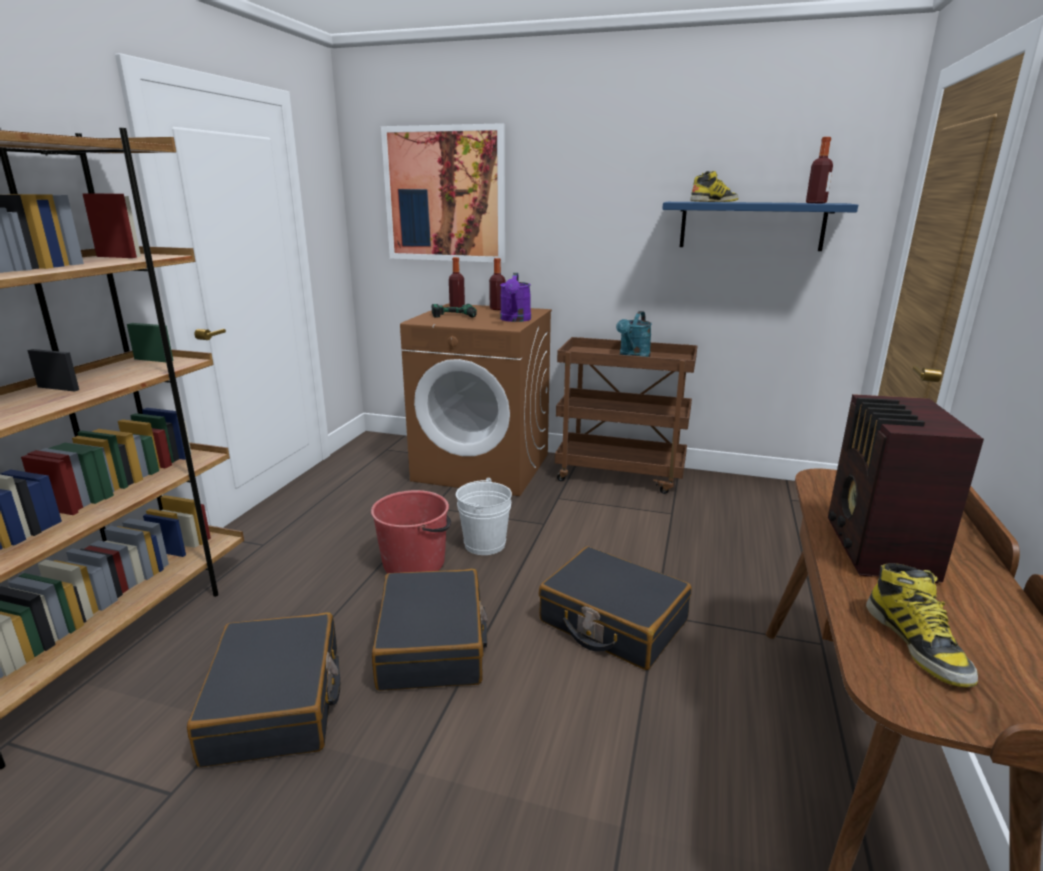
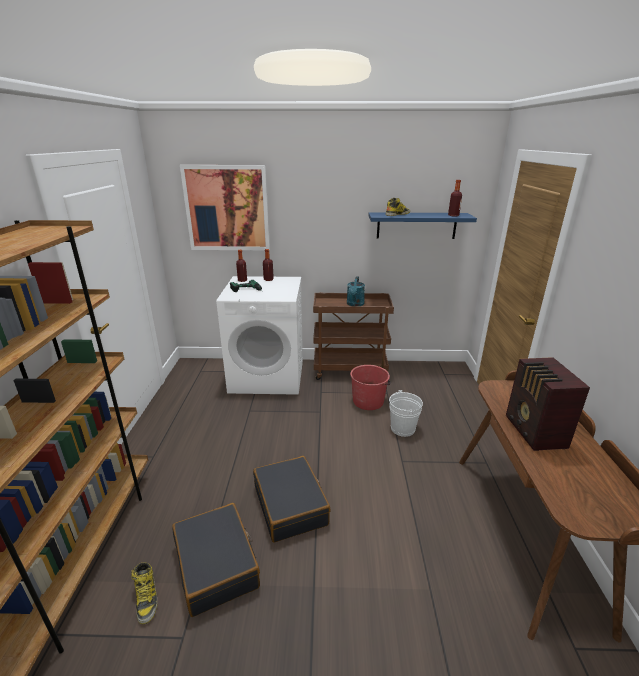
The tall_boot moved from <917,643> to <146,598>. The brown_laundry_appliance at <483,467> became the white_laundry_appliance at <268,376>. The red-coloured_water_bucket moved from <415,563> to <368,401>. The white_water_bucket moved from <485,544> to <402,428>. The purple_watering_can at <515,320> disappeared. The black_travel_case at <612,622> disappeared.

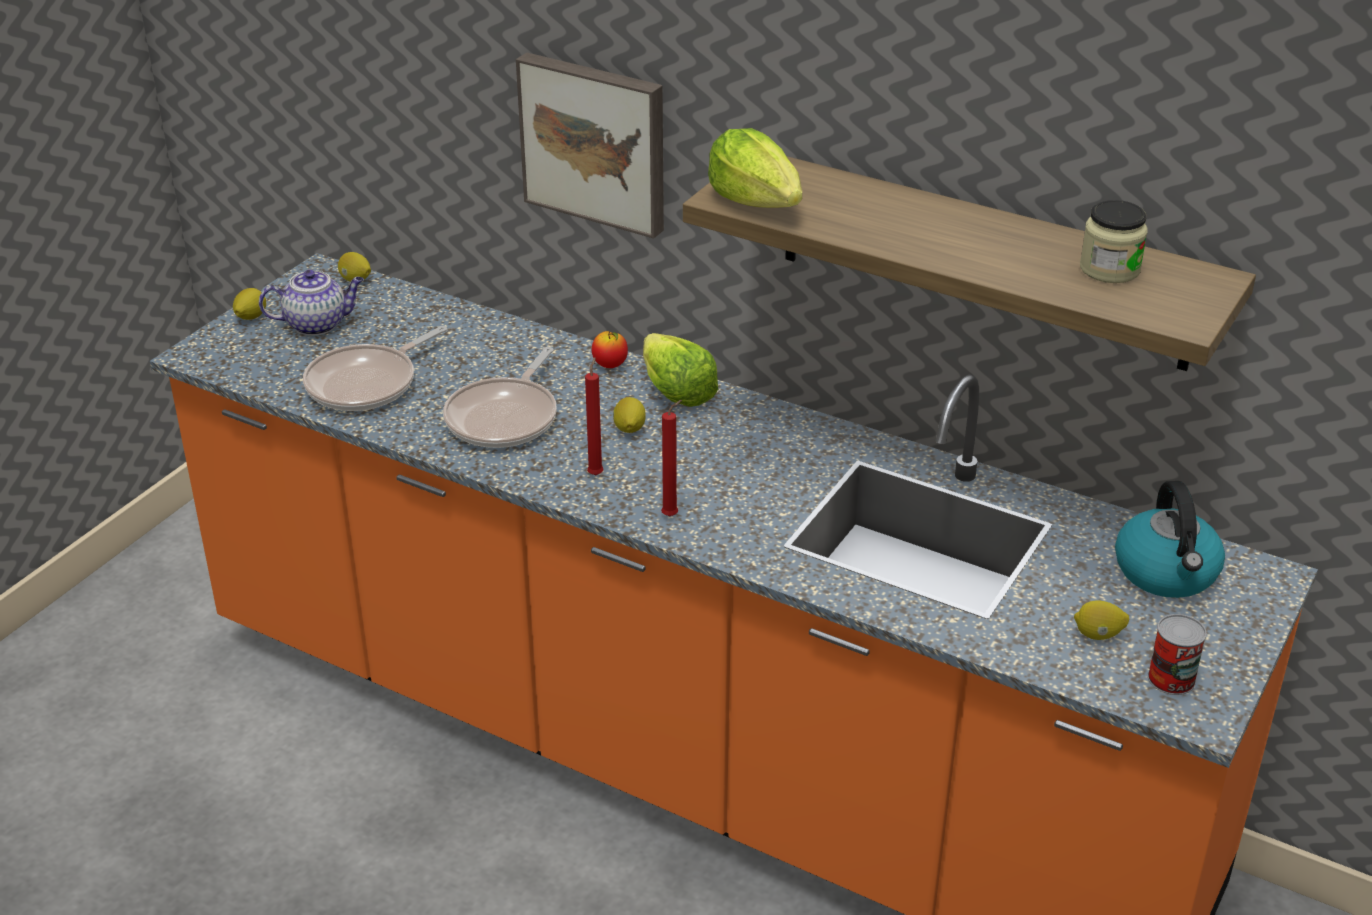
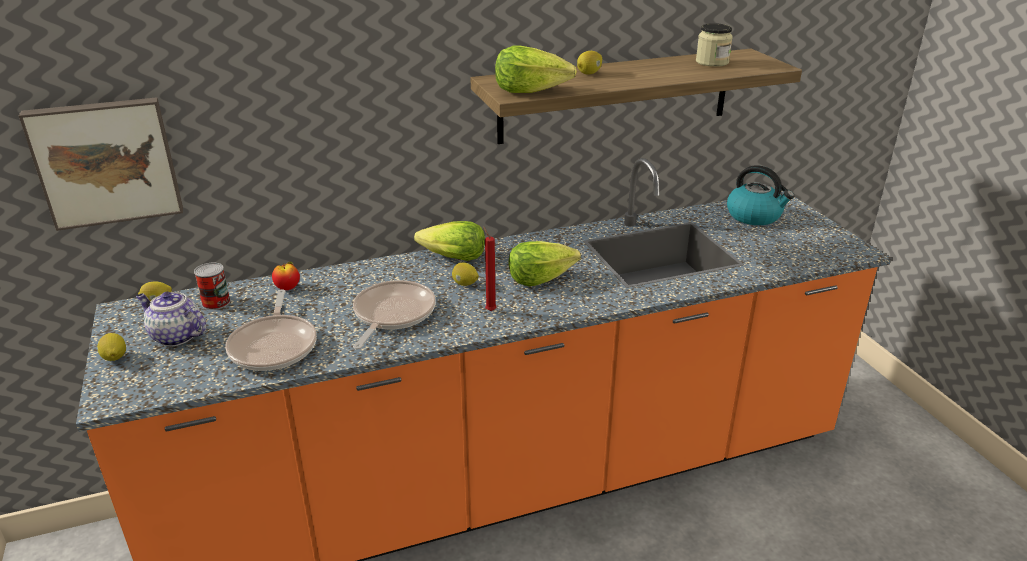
The wall_picture moved from <595,142> to <106,161>. The tea_pot at <317,324> turned 90 degrees counterclockwise. The sealed_can moved from <1171,678> to <216,302>. The apple moved from <610,365> to <288,288>. The pan at <505,417> turned 135 degrees counterclockwise. The lettuce_head at <540,278> appeared. The lemon moved from <1098,635> to <589,73>. The red-coloured_candle at <672,515> disappeared.

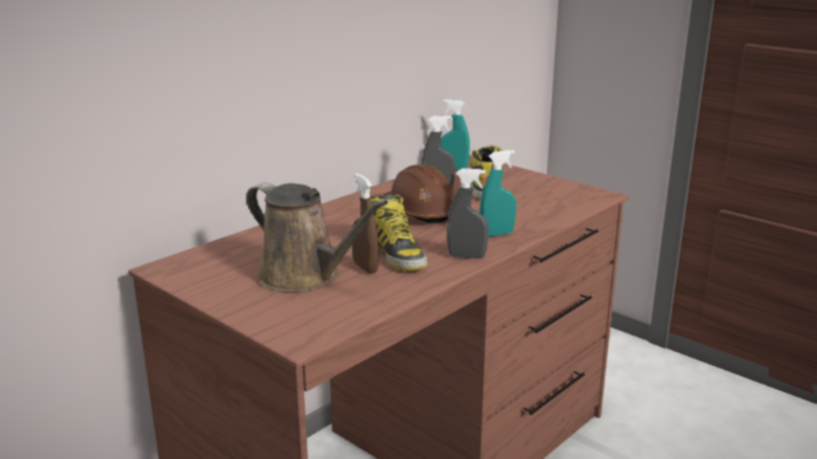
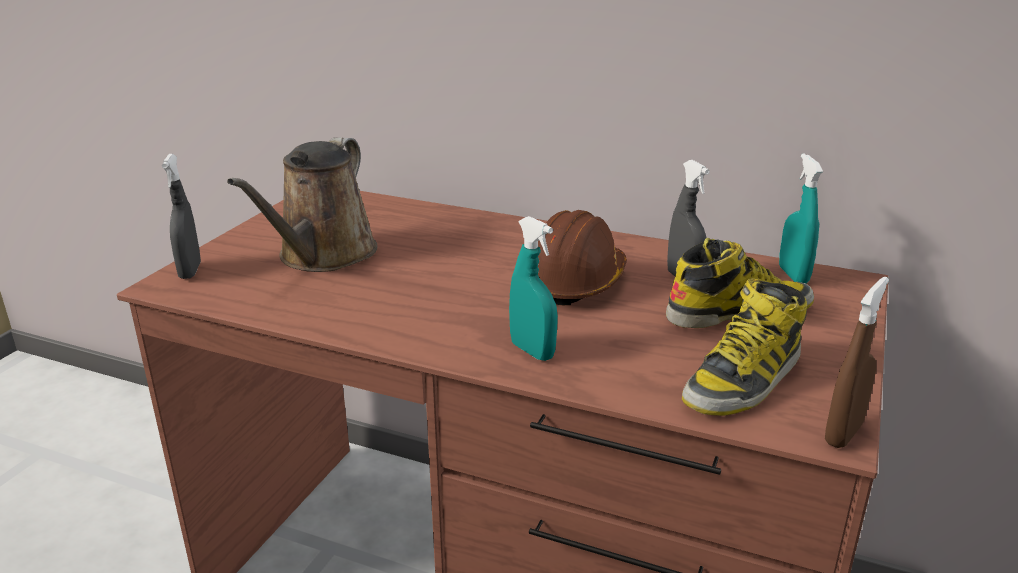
The gray_sprayer moved from <466,256> to <190,271>. The tall_boot moved from <395,253> to <743,380>. The brown_sprayer moved from <365,267> to <843,433>.

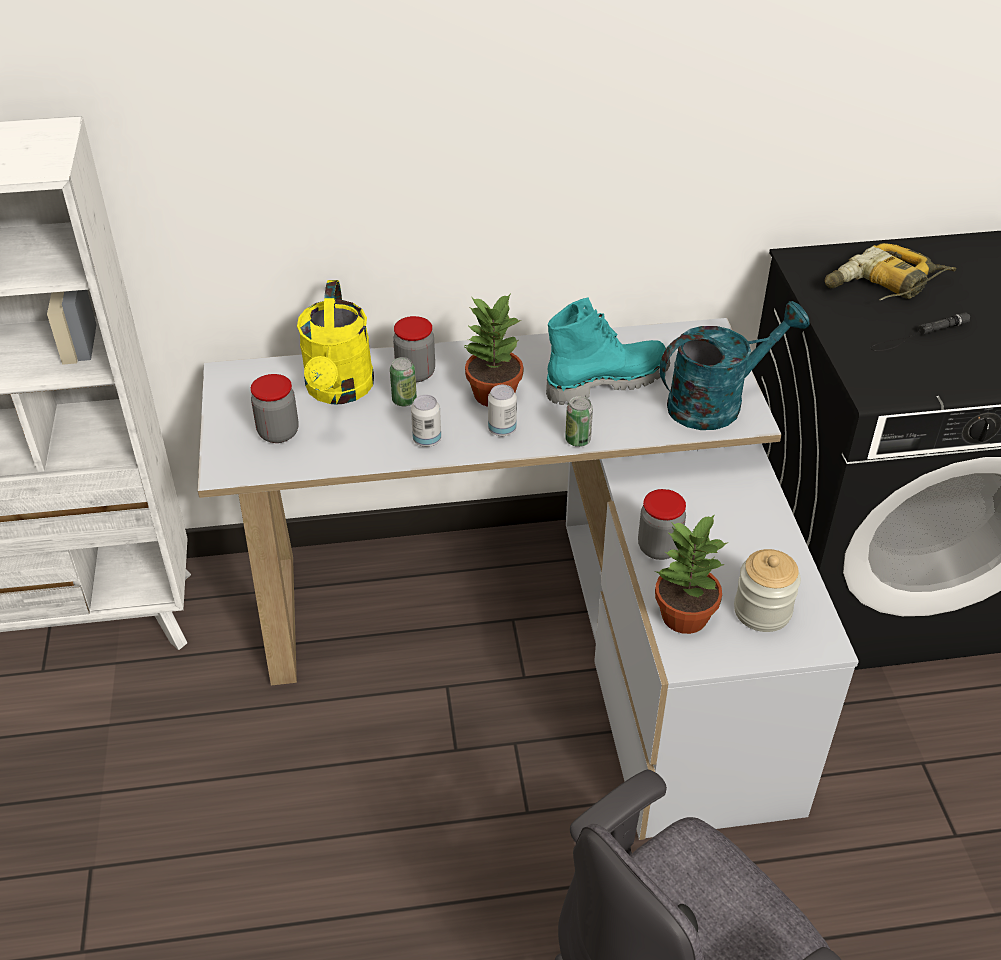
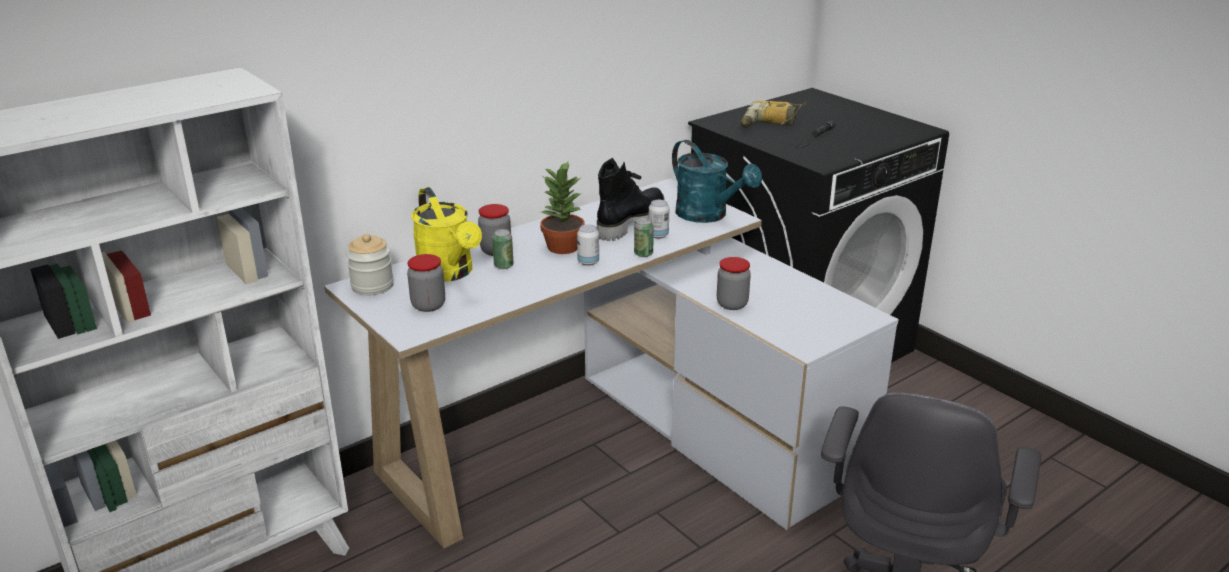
The preserve_jar moved from <762,611> to <372,286>. The turquoise_tall_boot at <606,381> became the black_tall_boot at <629,223>. The sealed_can moved from <427,440> to <658,235>. The turquoise_watering_can at <717,402> turned 105 degrees clockwise. The plant_in_a_pot at <683,616> disappeared.

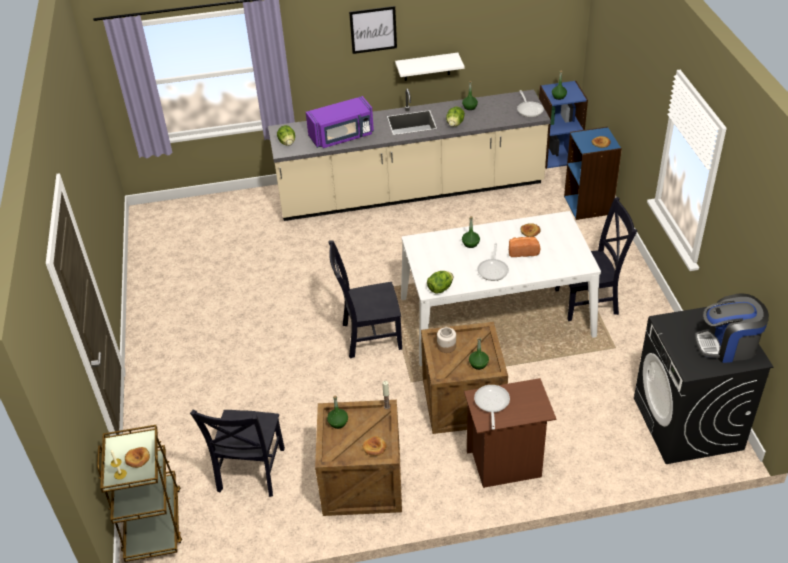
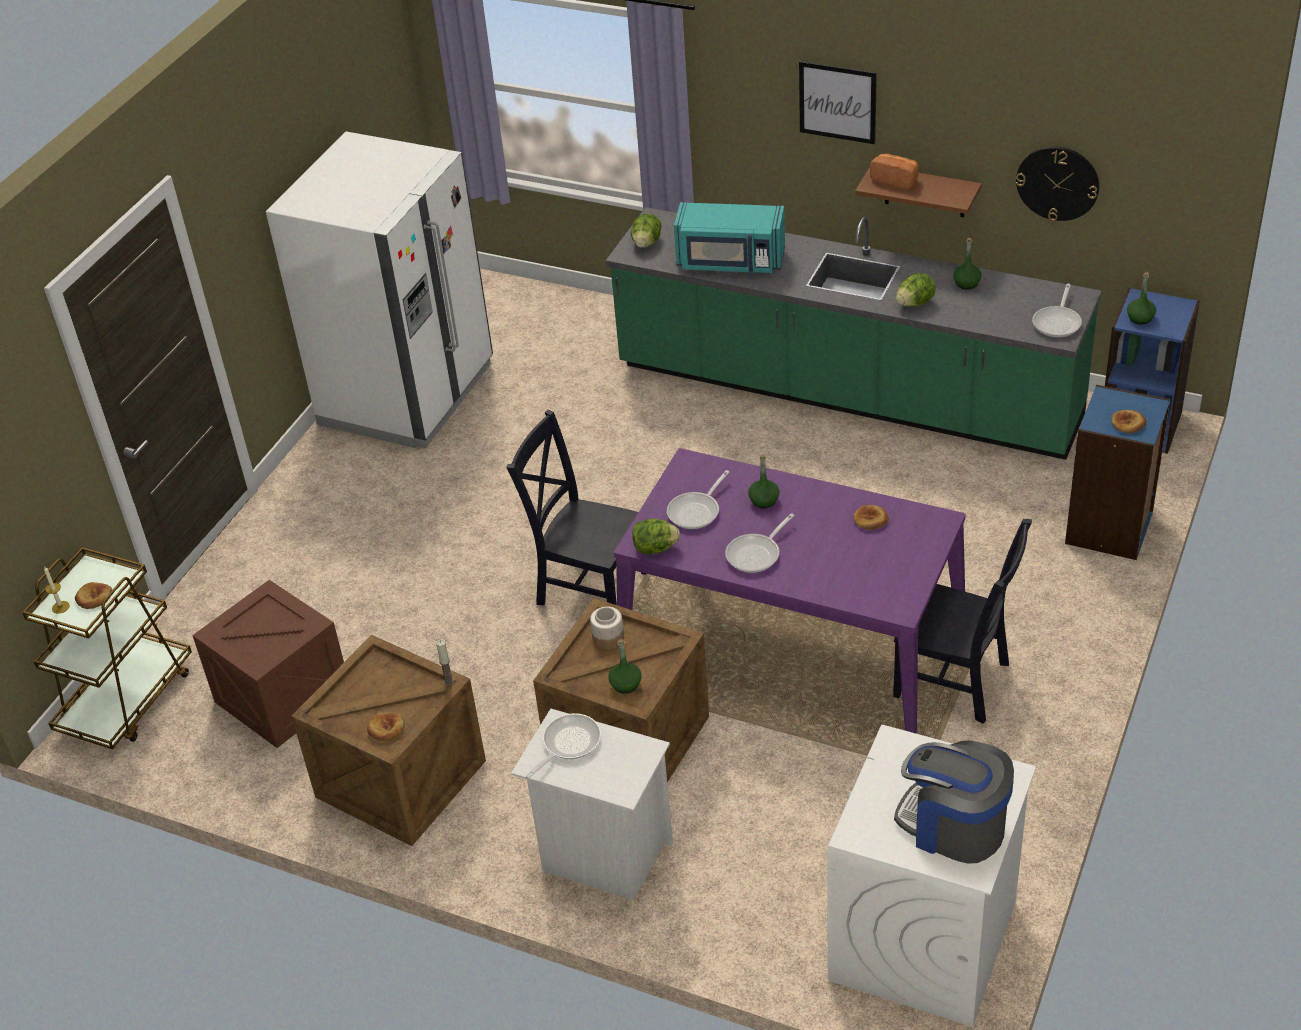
The black_plain_chair at <250,472> was replaced by the shipping_crate at <282,696>. The white_refrigerator at <407,394> appeared. The brown_nightstand at <505,464> became the white_nightstand at <602,856>. The sand-coloured_counter at <411,192> became the greenish_counter at <846,394>. The white_dining_table at <496,316> became the purple_dining_table at <792,639>. The pan at <697,511> appeared. The purple_microwave_oven at <342,136> became the turquoise_microwave_oven at <730,261>. The black_laundry_appliance at <688,424> became the white_laundry_appliance at <923,941>. The white_shelf at <426,67> became the brown_shelf at <925,191>. The baked_bread moved from <523,251> to <896,179>. The wall_clock at <1057,183> appeared. The greenish_bottle at <338,422> disappeared.

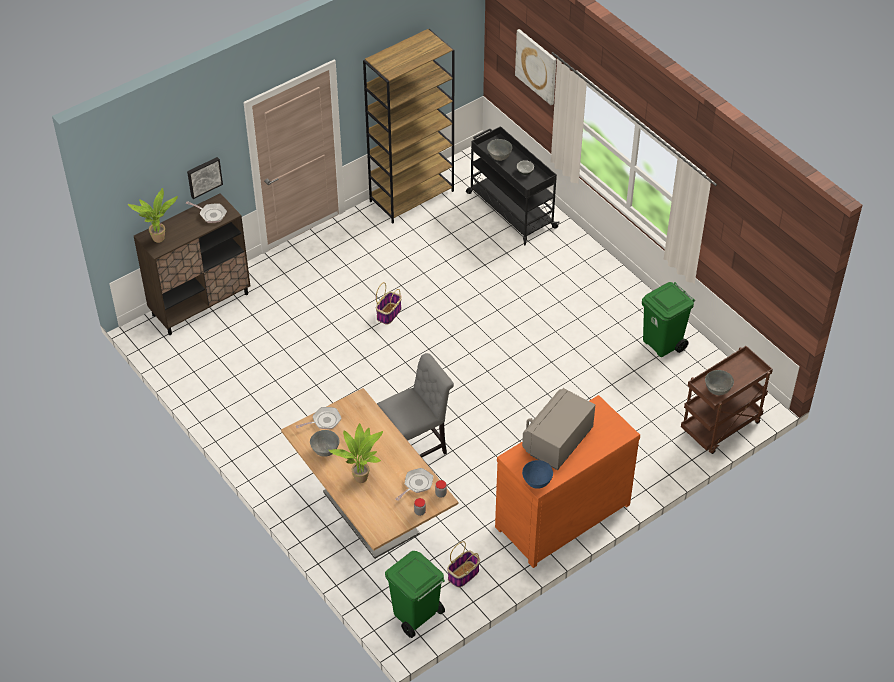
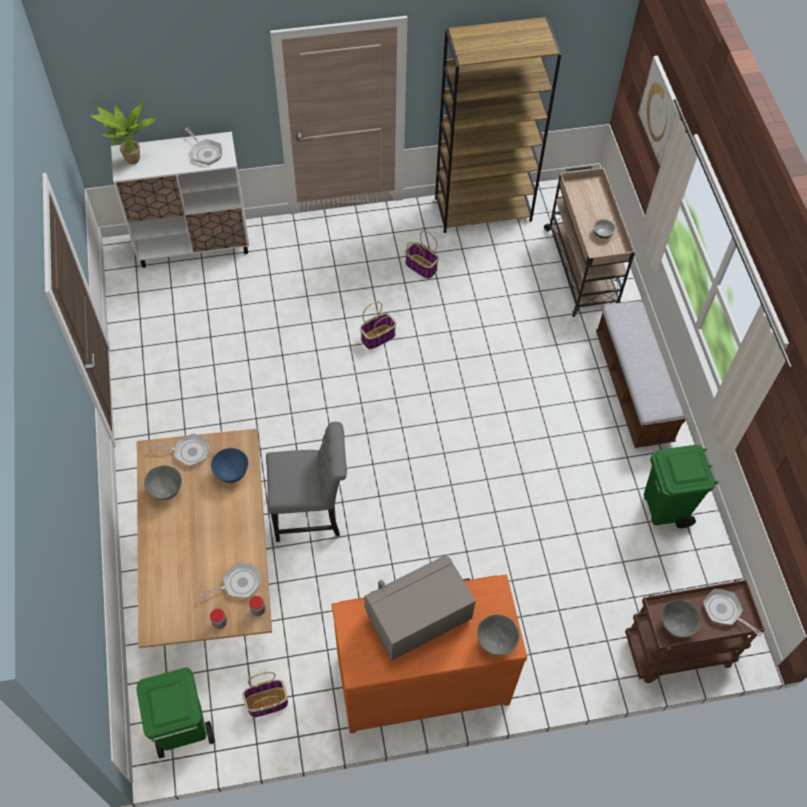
The brown_cupboard at <201,304> became the white_cupboard at <194,245>. The bluish_bowl moved from <537,482> to <231,473>. The household_basket at <422,267> appeared. The gray_bowl moved from <499,157> to <496,641>. The black_wheeled_cart at <510,209> became the sand-coloured_wheeled_cart at <581,267>. The indoor_bench at <633,387> appeared. The pan at <724,611> appeared. The wall_picture at <204,176> disappeared. The plant_in_a_pot at <361,477> disappeared.

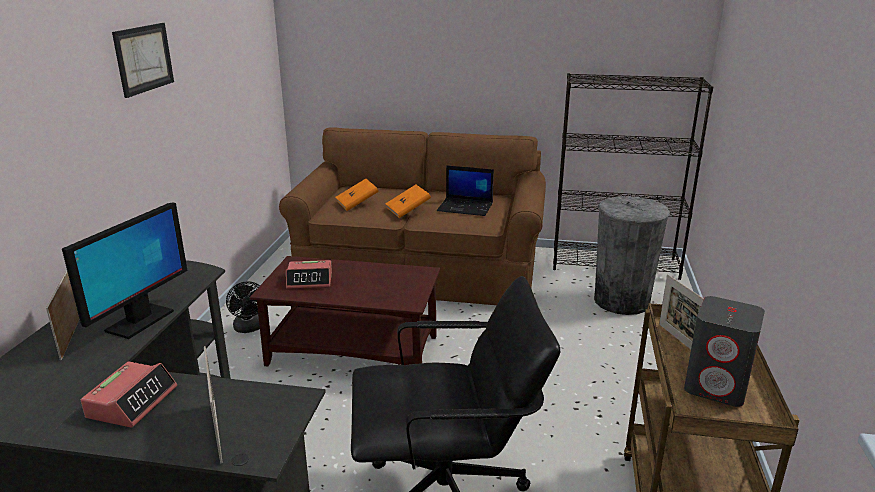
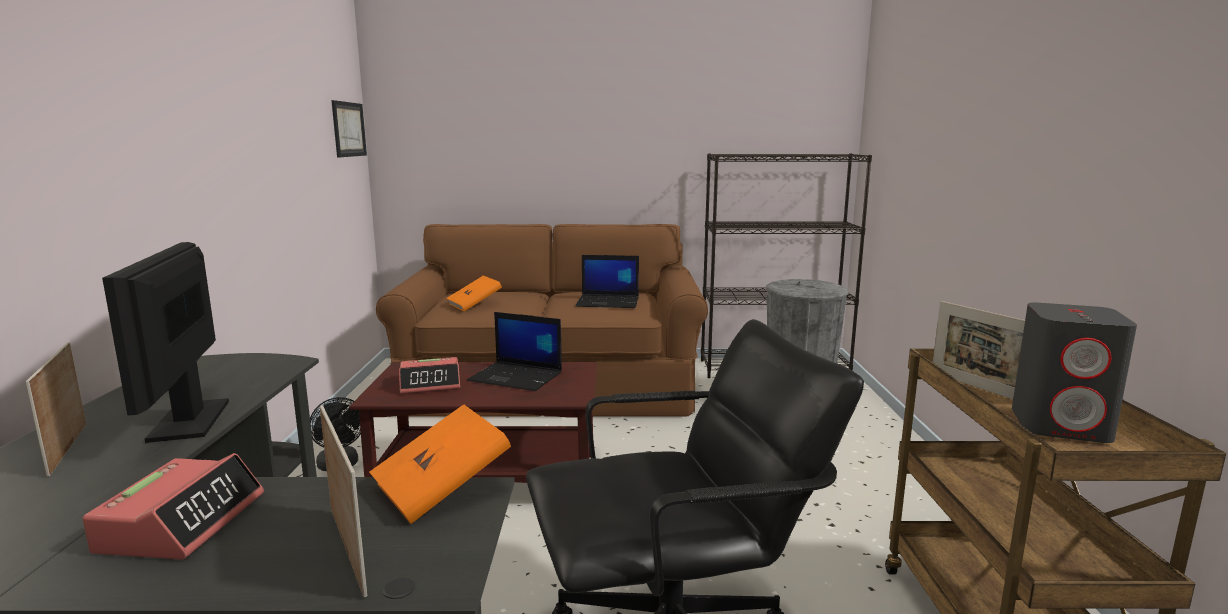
The monitor at <139,321> turned 150 degrees clockwise. The wall_picture moved from <143,58> to <348,129>. The orange-coloured_volume moved from <408,210> to <442,489>. The laptop at <517,377> appeared.

